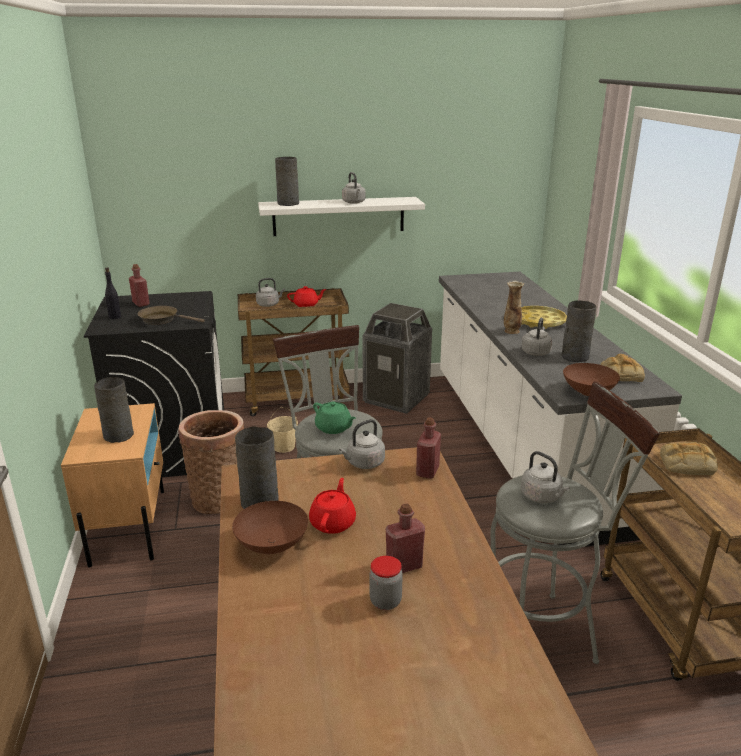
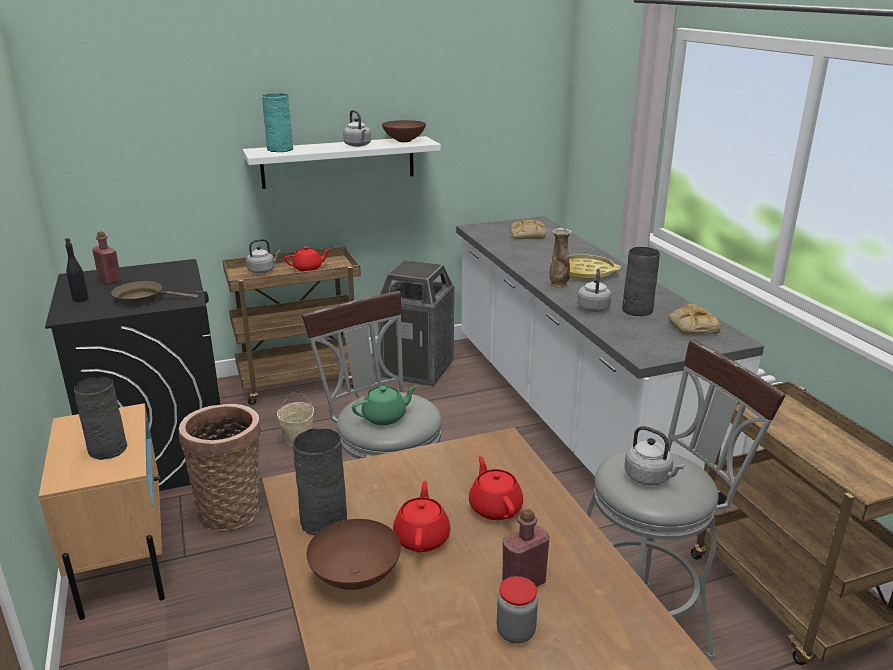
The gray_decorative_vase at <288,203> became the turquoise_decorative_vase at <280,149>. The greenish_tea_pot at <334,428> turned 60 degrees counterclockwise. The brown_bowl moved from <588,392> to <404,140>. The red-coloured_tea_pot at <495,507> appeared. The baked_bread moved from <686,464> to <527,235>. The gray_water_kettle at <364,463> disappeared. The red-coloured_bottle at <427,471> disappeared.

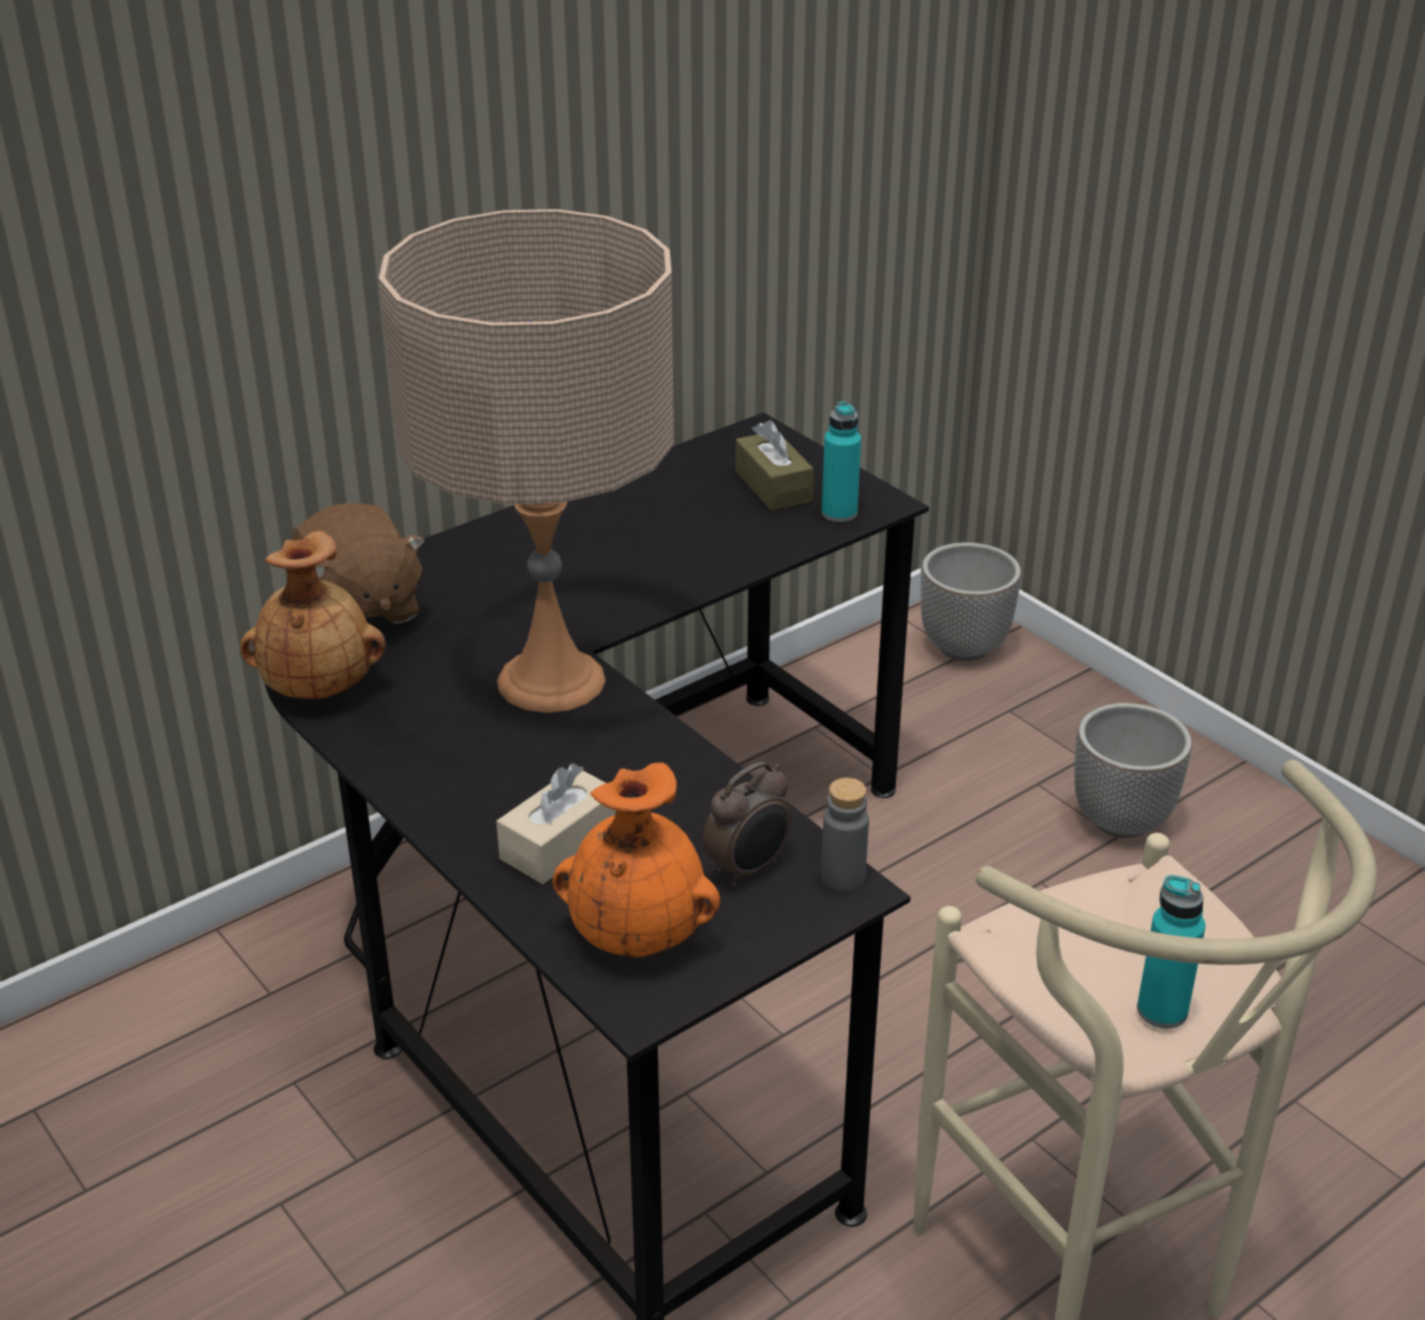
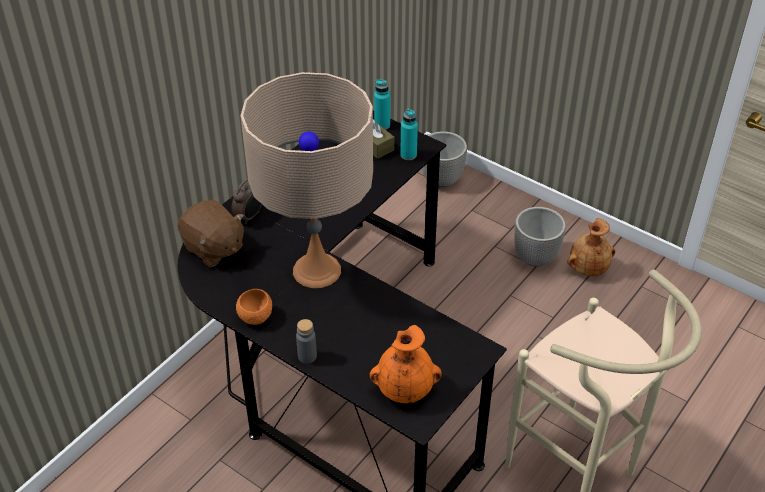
The alarm_clock moved from <748,869> to <249,217>. The orange-coloured_bowl at <255,317> appeared. The gray_bottle moved from <843,878> to <307,356>. The turquoise_bottle moved from <1162,1011> to <382,125>. The brown_decorative_vase moved from <319,686> to <587,268>. The sand-coloured_tissue_holder at <560,843> disappeared.

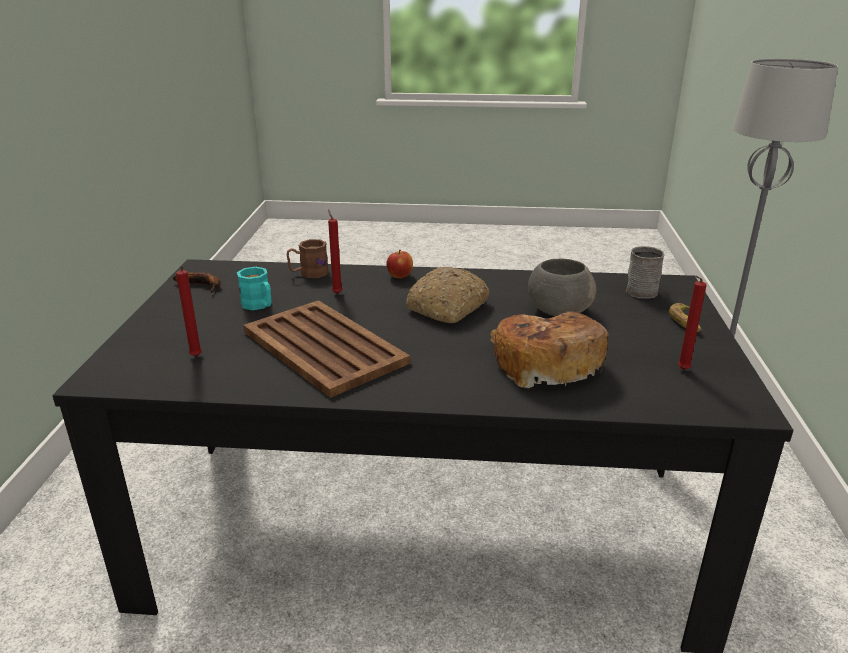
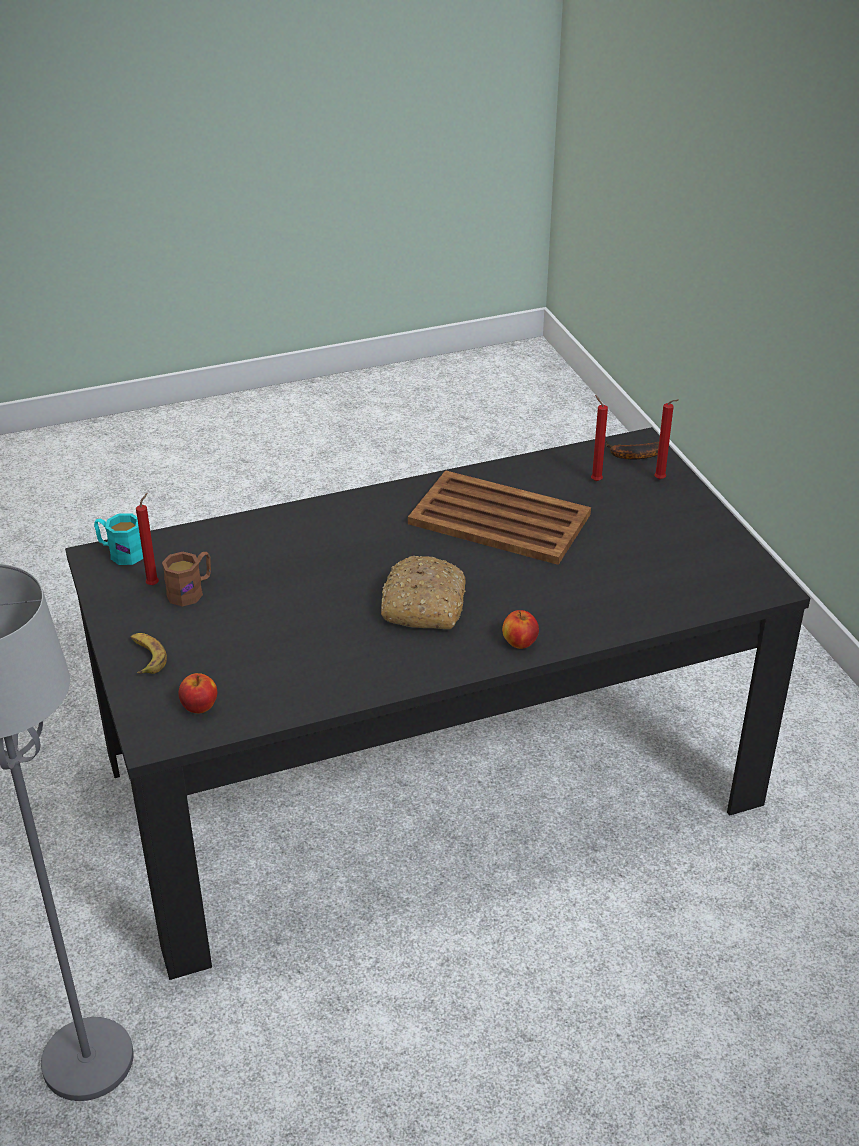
The turquoise_coffee_mug moved from <259,305> to <121,553>. The brown_coffee_mug moved from <308,273> to <191,591>. The gray_coffee_mug at <643,290> was replaced by the apple at <199,707>. The banana moved from <203,285> to <633,455>. The red-coloured_candle moved from <336,293> to <661,480>. The baked_bread at <545,363> disappeared. The gray_bowl at <558,310> disappeared.

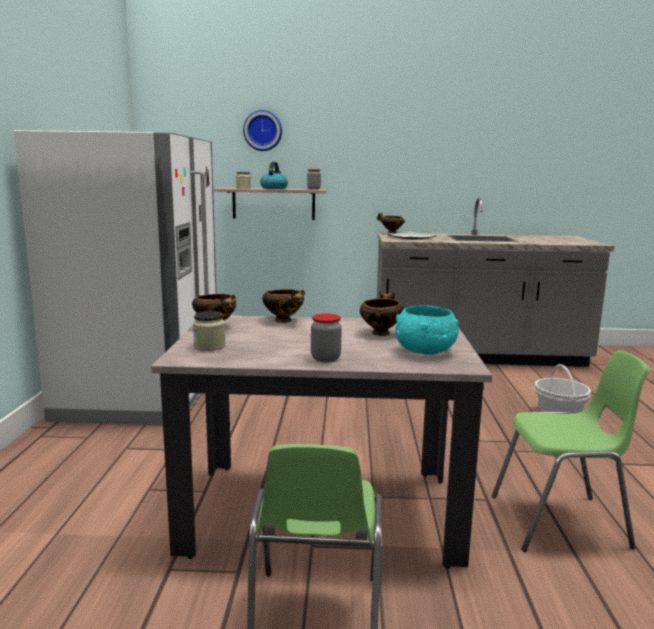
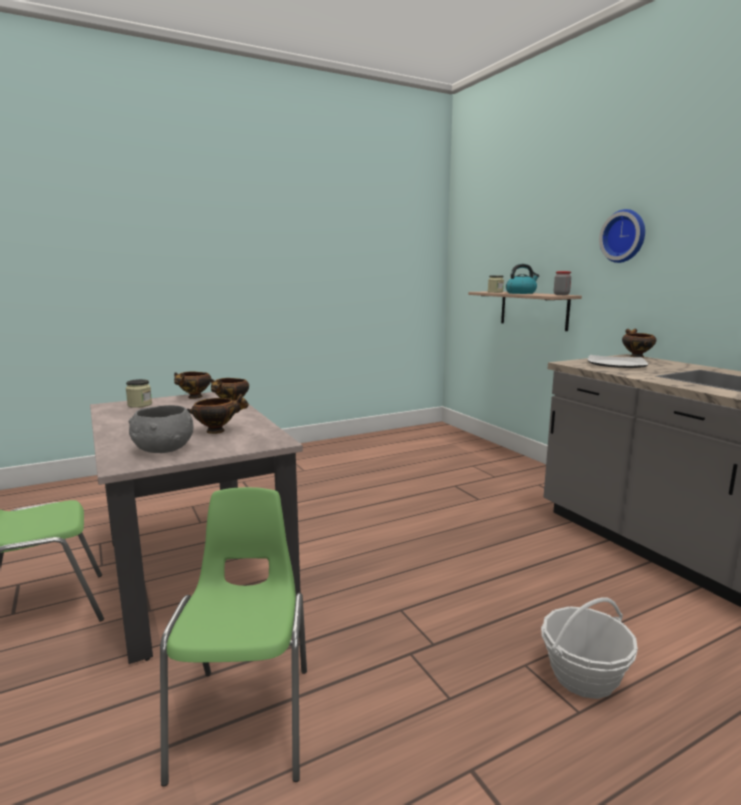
The turquoise_bowl at <425,351> became the gray_bowl at <163,449>. The greenish_plain_chair at <560,522> turned 150 degrees counterclockwise. The wall_clock moved from <263,131> to <624,236>. The white_refrigerator at <142,394> disappeared. The preserve_jar at <325,358> disappeared.

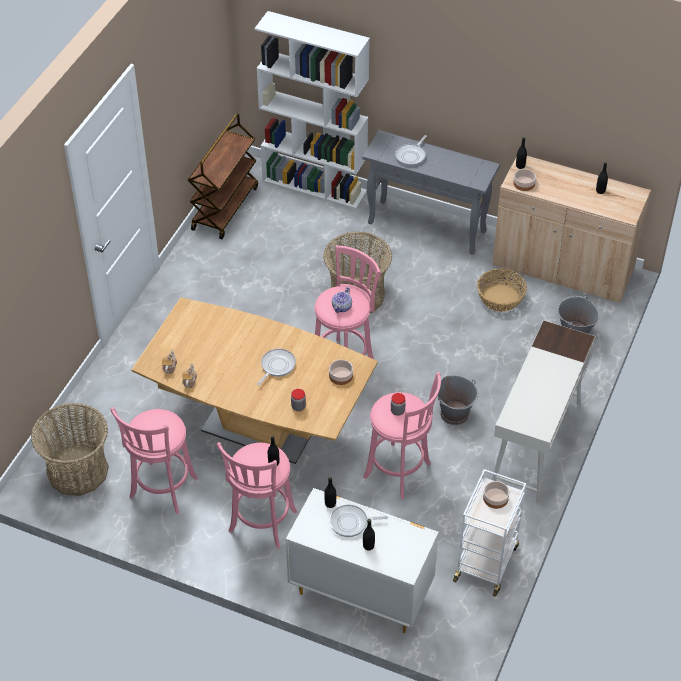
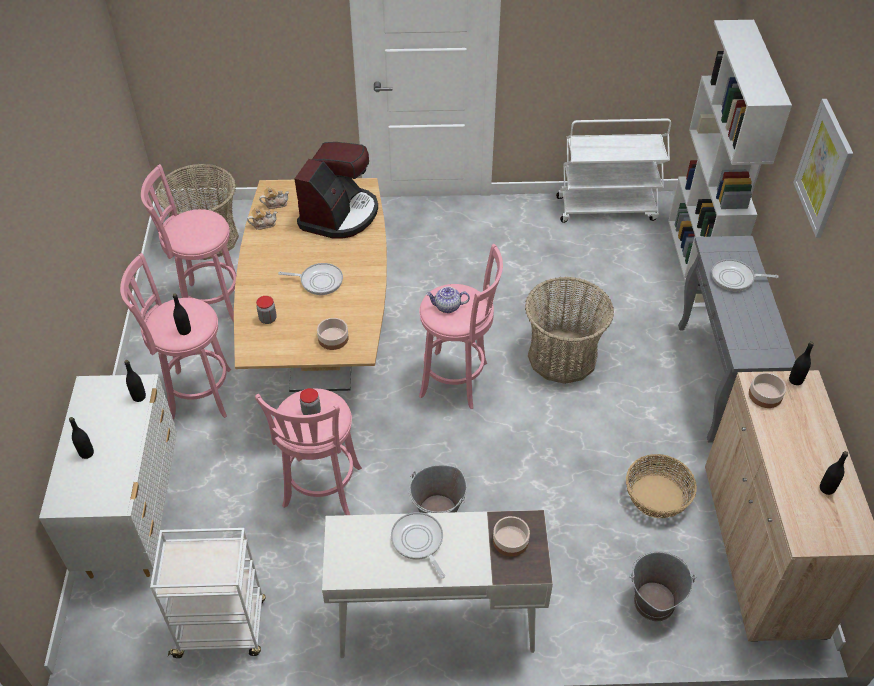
The coffee_maker at <339,214> appeared. The pan moved from <351,523> to <418,542>. The bowl moved from <495,498> to <510,541>. The brown_wheeled_cart at <224,208> became the white_wheeled_cart at <607,208>. The wall_picture at <823,168> appeared.

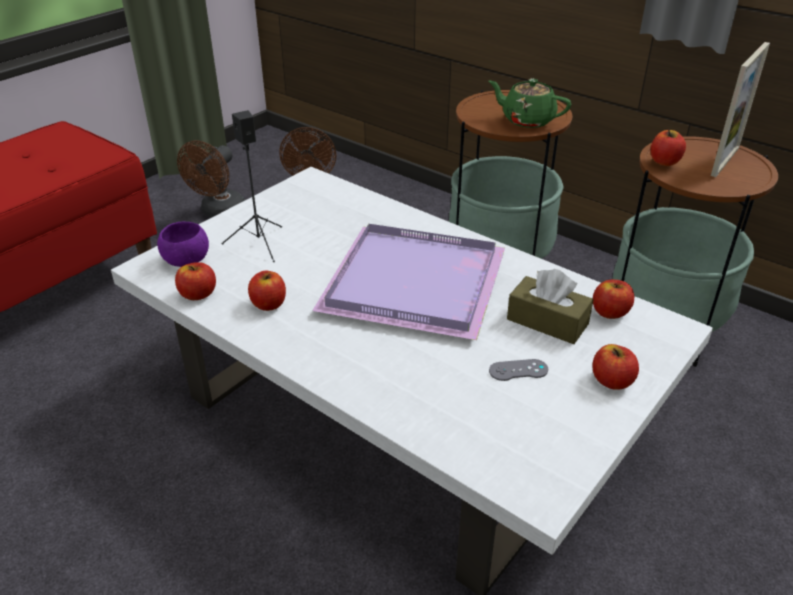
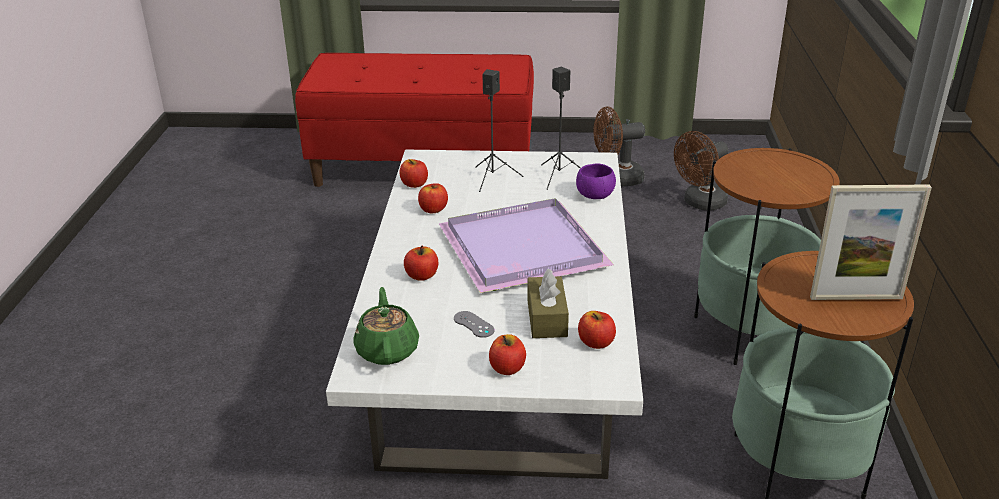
The greenish_tea_pot moved from <527,120> to <387,349>. The apple moved from <664,162> to <422,276>. The black_audio_speaker at <560,176> appeared. The purple_bowl moved from <186,260> to <595,195>.

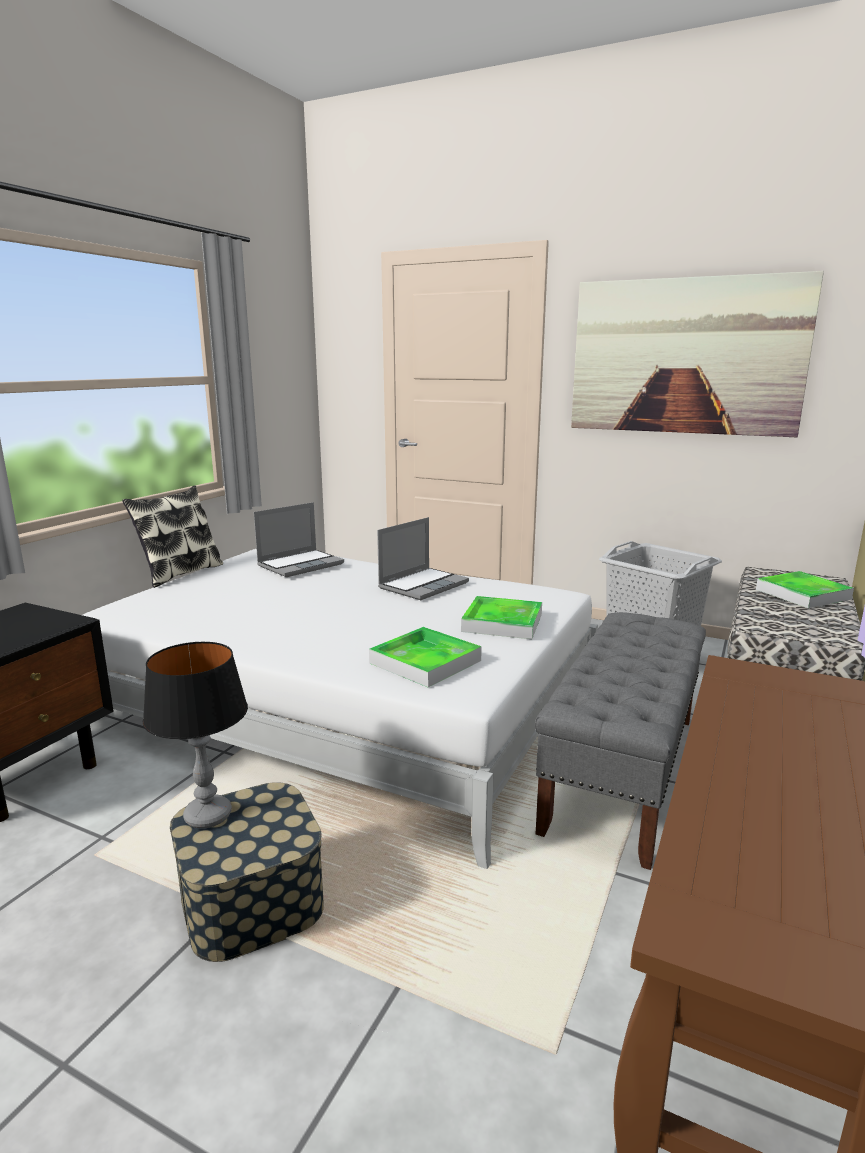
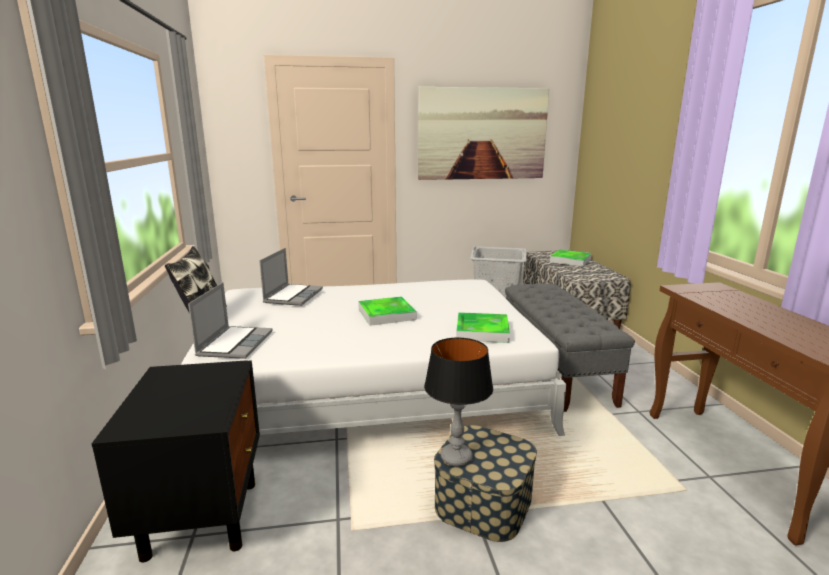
The laptop moved from <423,585> to <235,343>. The tray moved from <502,622> to <386,314>.

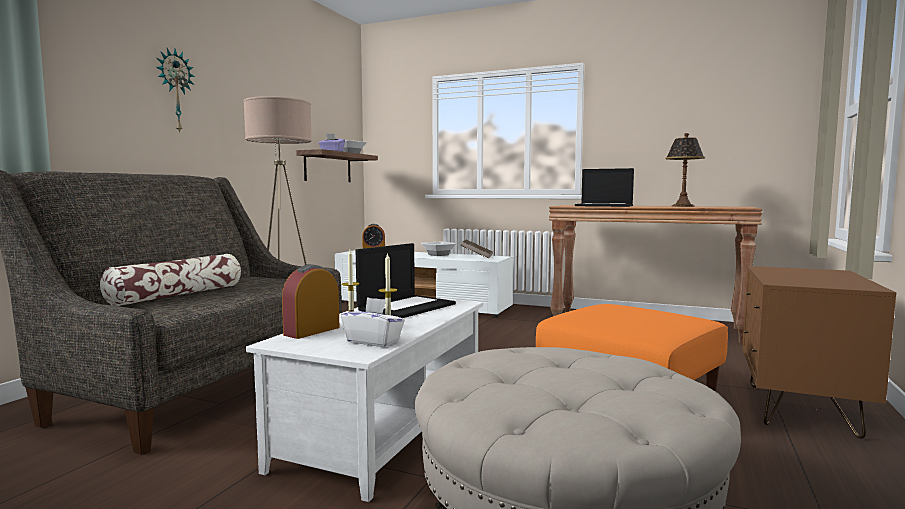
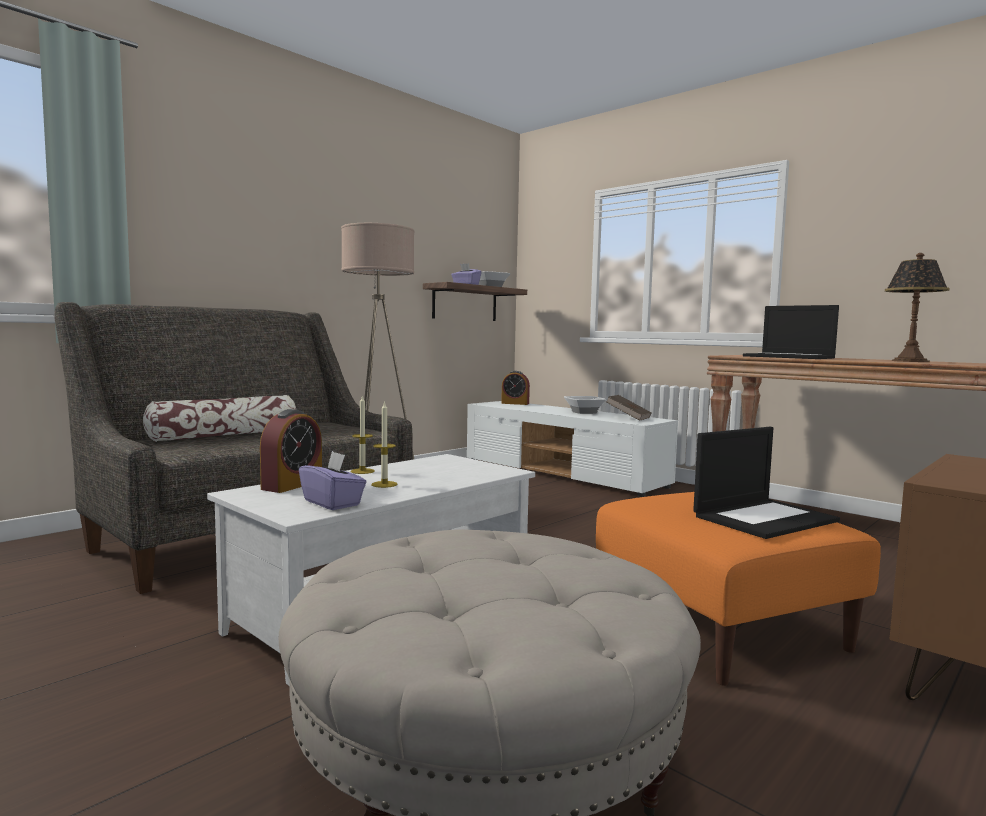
The alarm_clock at <312,331> turned 150 degrees clockwise. The white_tissue_holder at <373,341> became the purple_tissue_holder at <332,503>. The laptop moved from <407,306> to <764,518>. The wall_clock at <174,91> disappeared.

